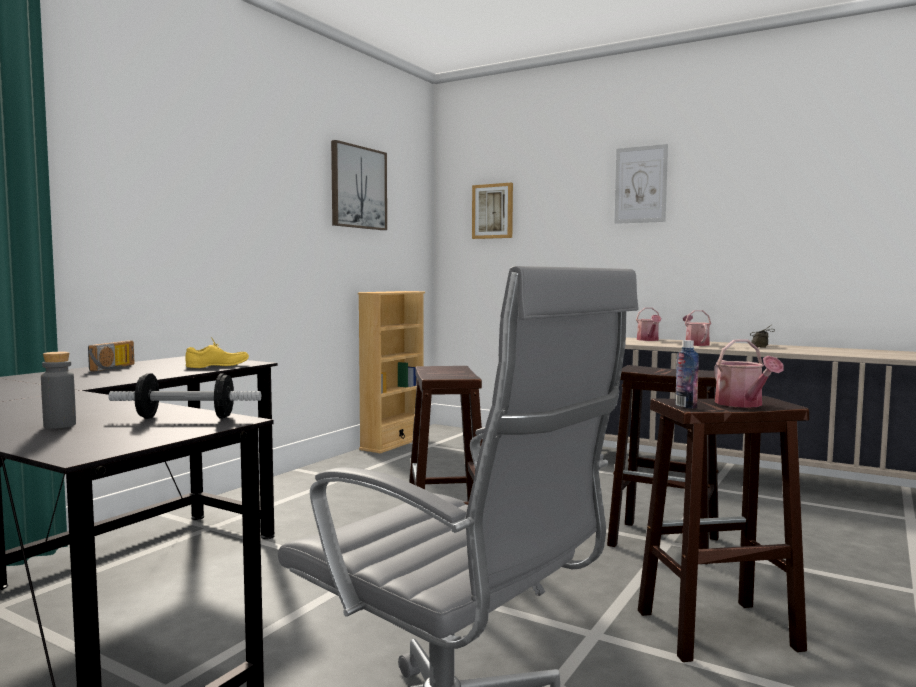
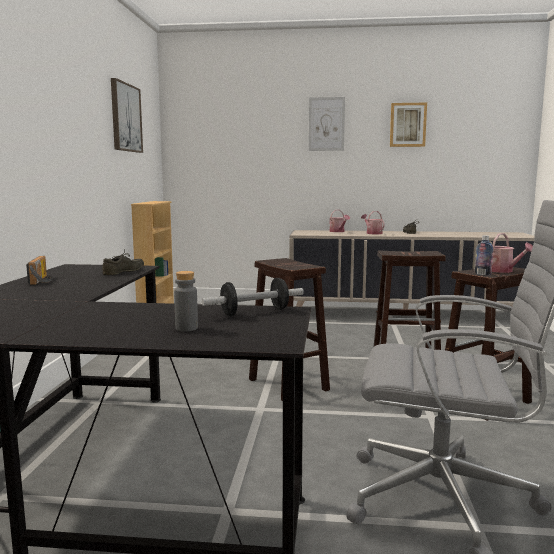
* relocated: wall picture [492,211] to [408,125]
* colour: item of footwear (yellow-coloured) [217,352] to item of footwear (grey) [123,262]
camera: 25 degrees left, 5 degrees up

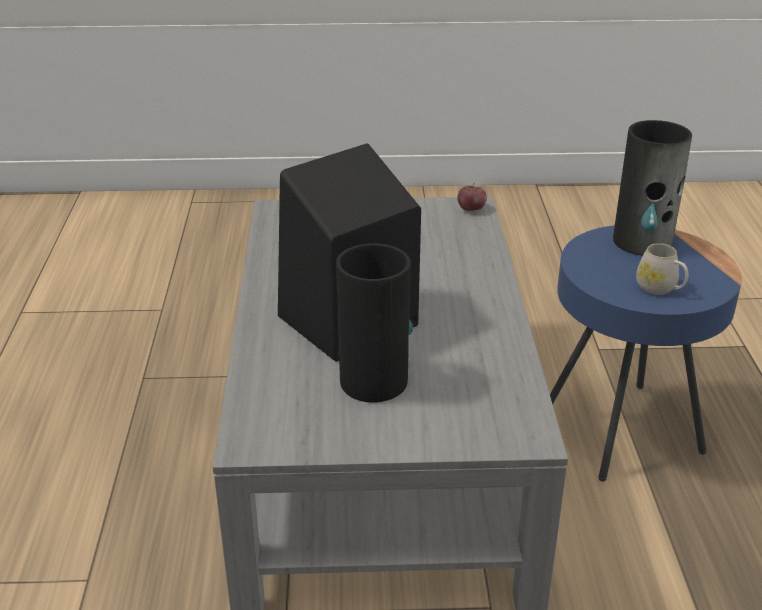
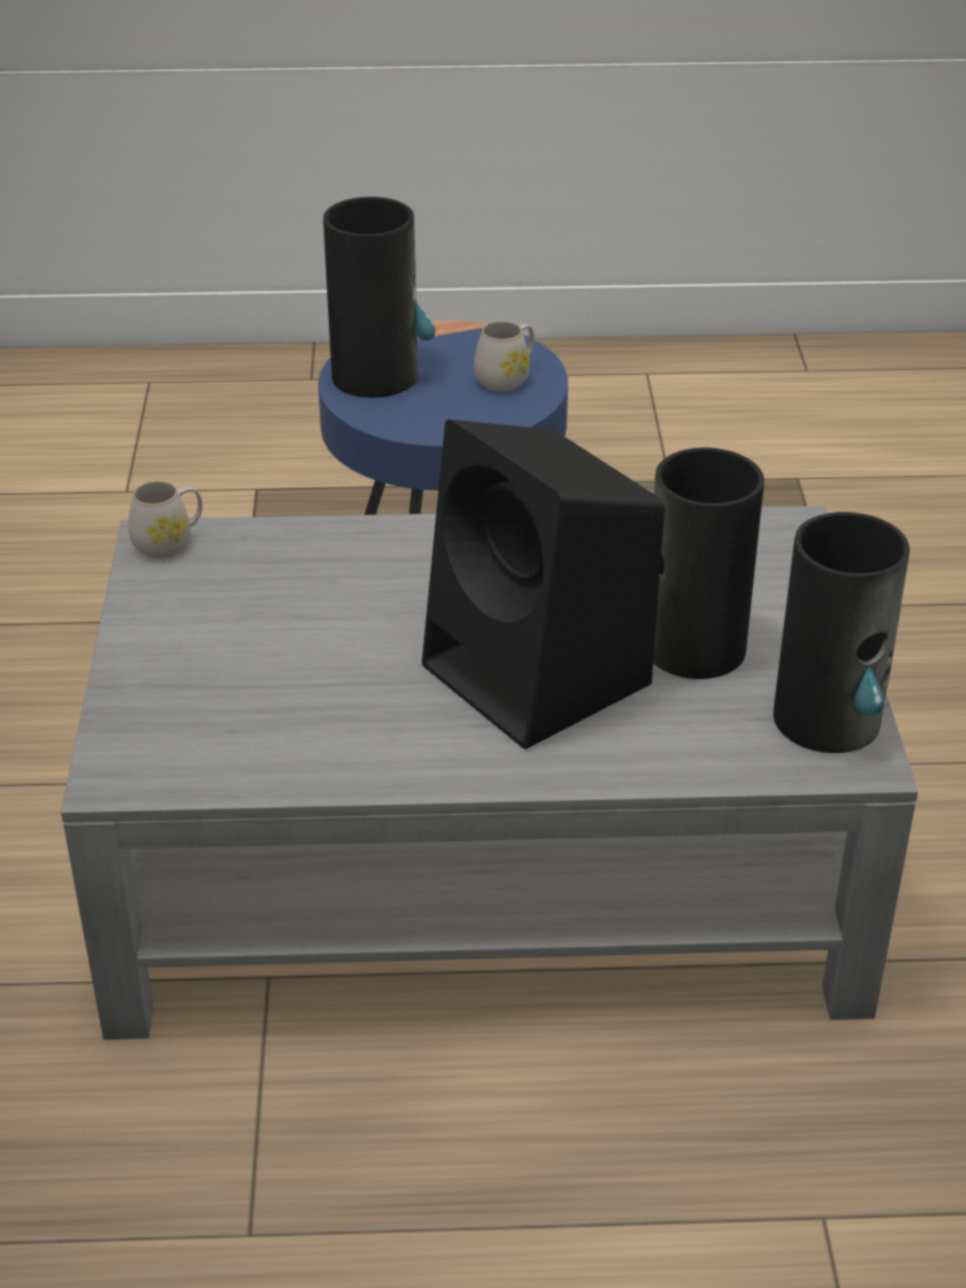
* exchanged: apple [472,197] to coffee mug (white) [165,519]
* appeared: vase [841,632]
camera: 90 degrees left, 5 degrees up

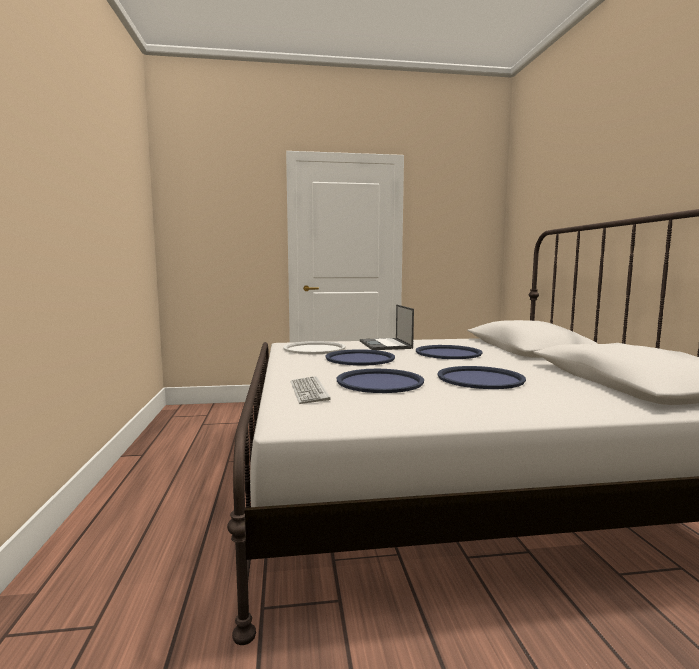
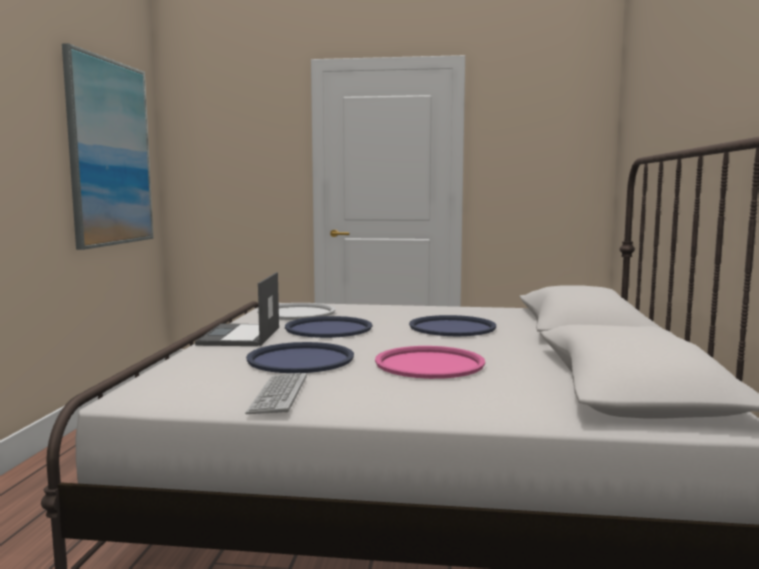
* relocated: laptop [387,327] to [237,309]
* colour: serving tray (bluish) [481,377] to serving tray (pink-coloured) [430,362]
* relocated: keyboard [310,390] to [276,393]
* appeared: wall picture [108,146]
camera: 15 degrees right, 0 degrees up

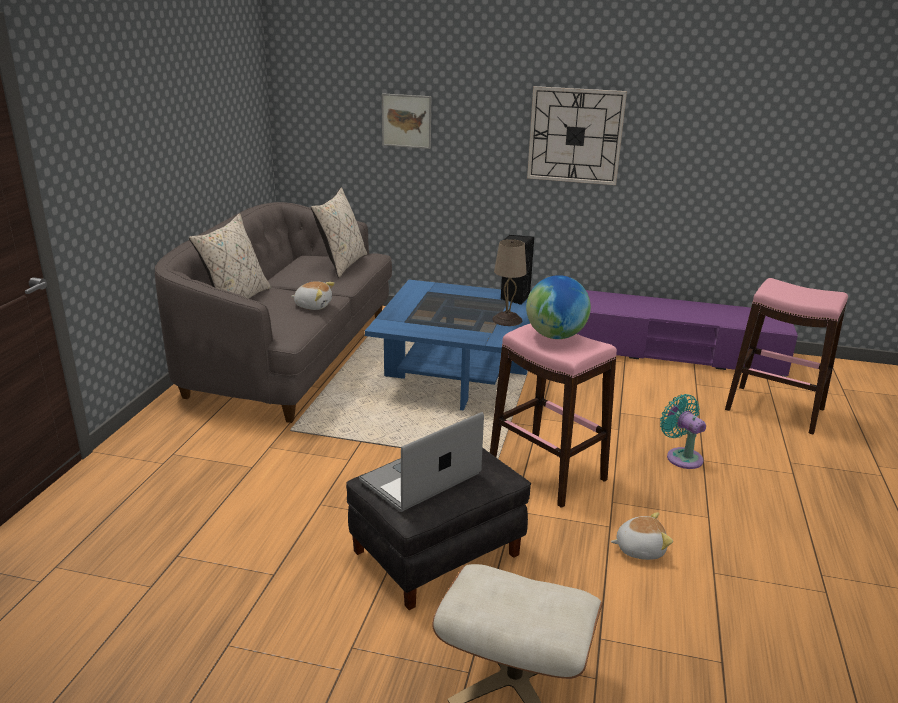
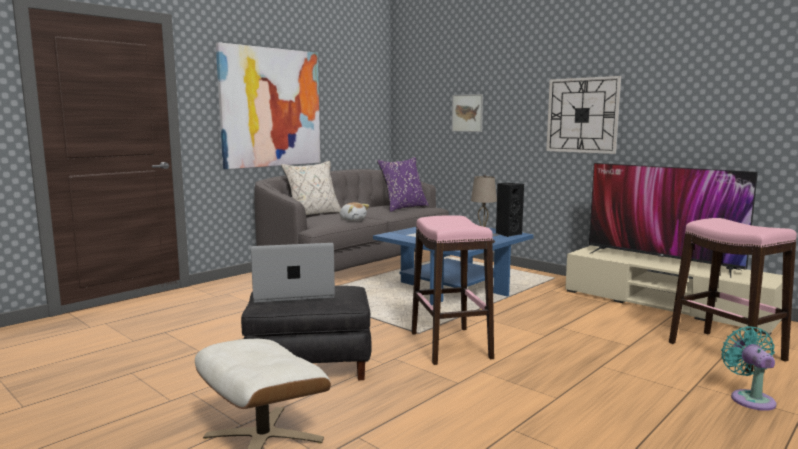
* colour: cushion (beige) [339,232] to cushion (purple-coloured) [403,184]
* missing: world globe [558,307]
* colour: tv unit (purple-coloured) [687,333] to tv unit (beige) [674,290]
* relocated: fan (turquoise) [683,431] to [748,368]
* missing: cuddly toy [642,536]
* appeared: wall picture [268,105]
* appeared: TV set [673,220]
camera: 30 degrees right, 15 degrees down

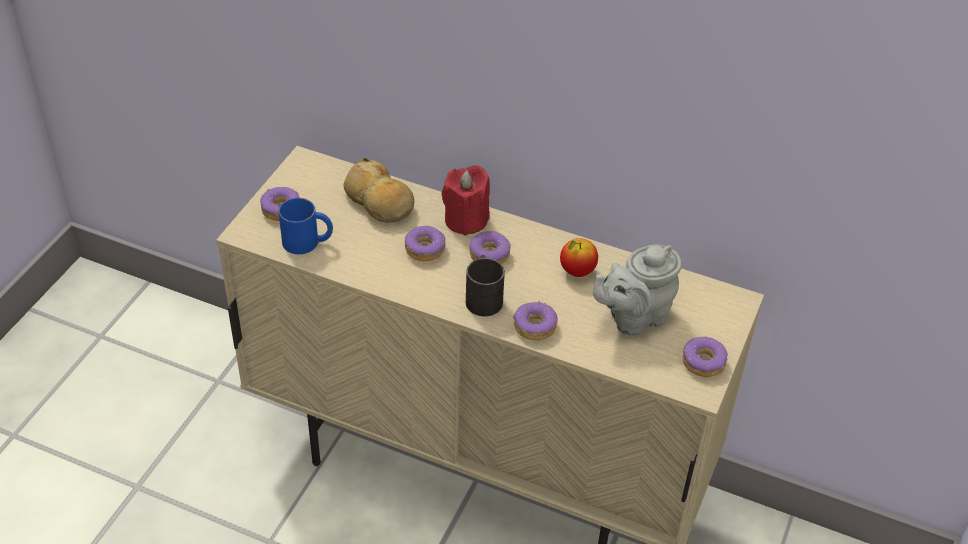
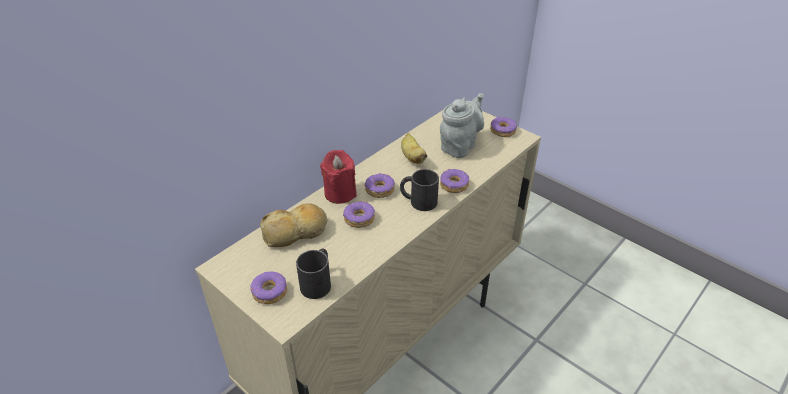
* colour: coffee mug (bluish) [305,226] to coffee mug (blackish) [313,274]
* exchanged: apple [579,257] to banana fruit [414,148]
* spun: tea pot (grey) [637,289] = [462,125] 135 degrees counterclockwise
camera: 70 degrees left, 5 degrees down

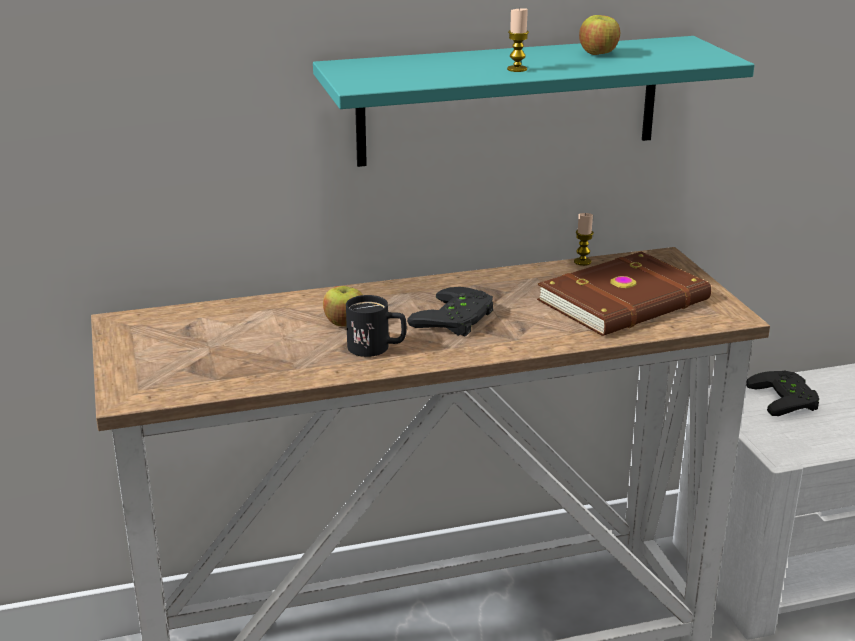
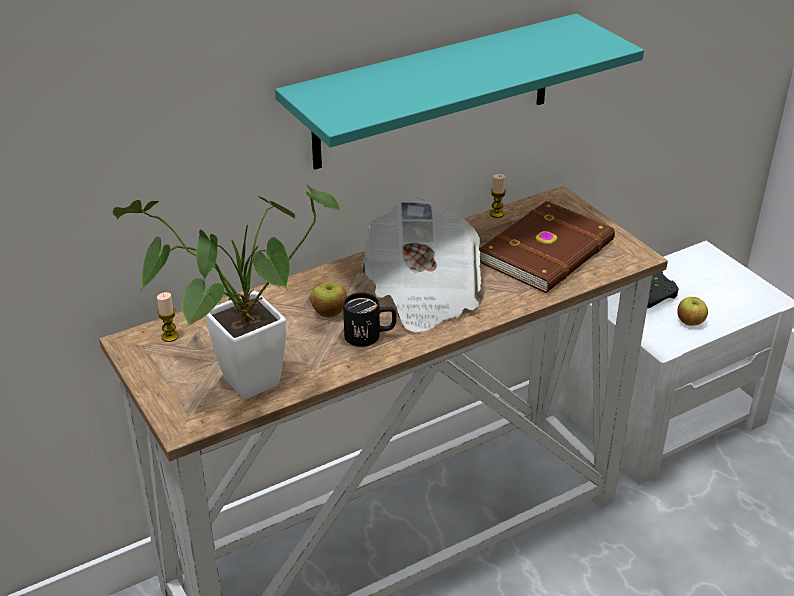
* relocated: wax candle [518,40] to [168,317]
* relocated: apple [599,35] to [692,311]
* exchanged: game controller (blackish) [450,311] to printed paper [421,265]
* appeared: houseplant [226,292]
camera: 15 degrees left, 10 degrees up

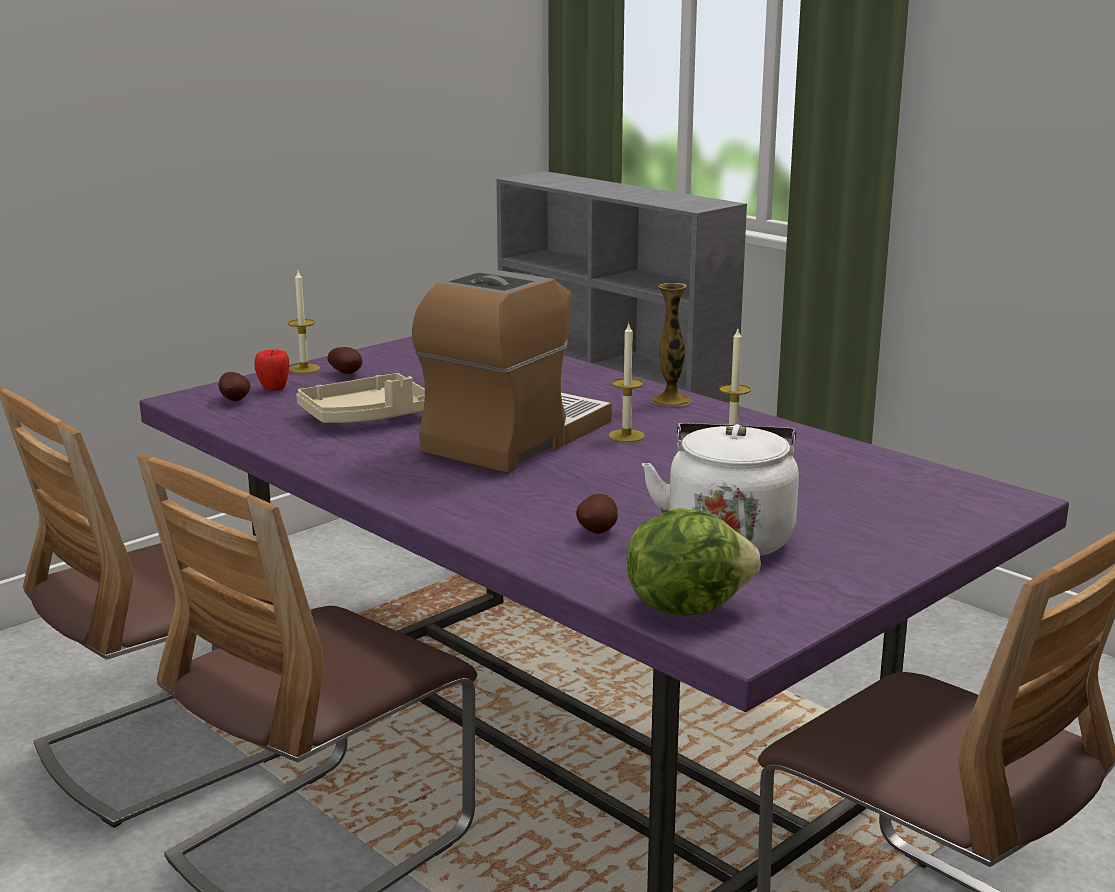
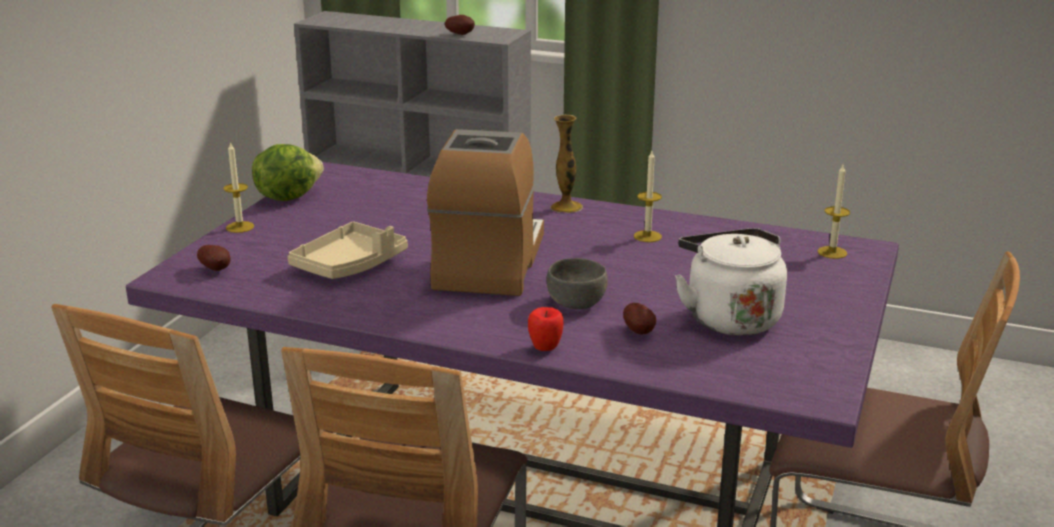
* relocated: wax candle [627,383] to [834,212]
* relocated: spud [344,360] to [460,25]
* relocated: apple [271,370] to [545,329]
* relocated: lettuce head [693,562] to [288,172]
* appeared: serving bowl (grey) [577,283]
camera: 25 degrees left, 5 degrees up

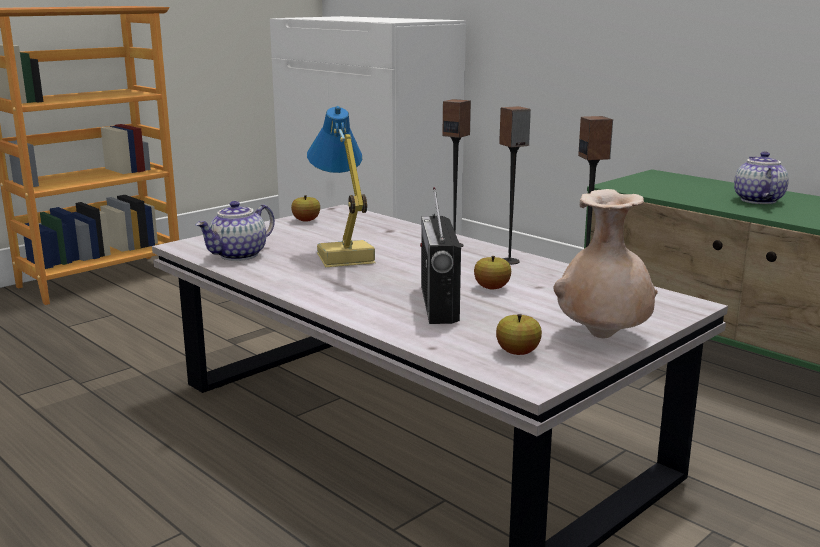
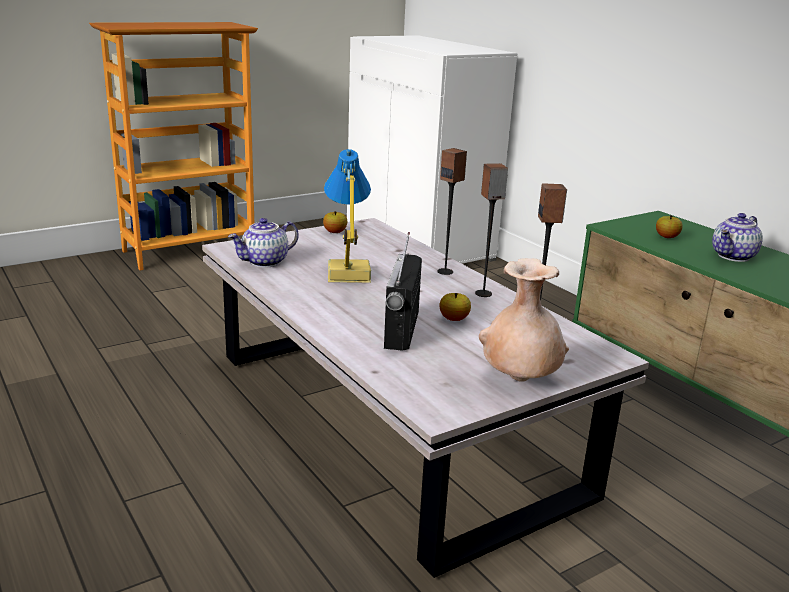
* spun: tea pot [761,177] = [737,237] 150 degrees counterclockwise
* relocated: apple [519,334] to [669,226]
camera: 10 degrees right, 5 degrees up

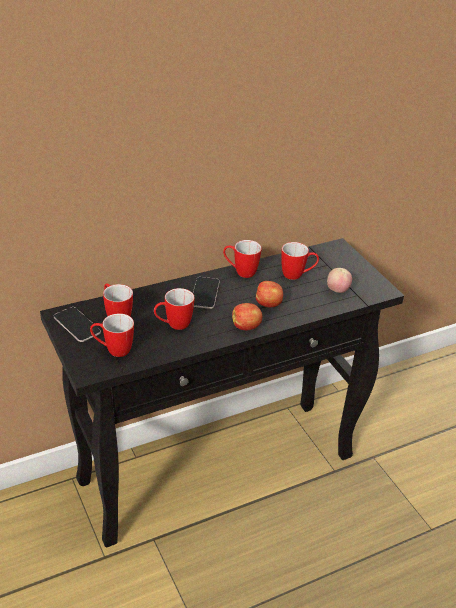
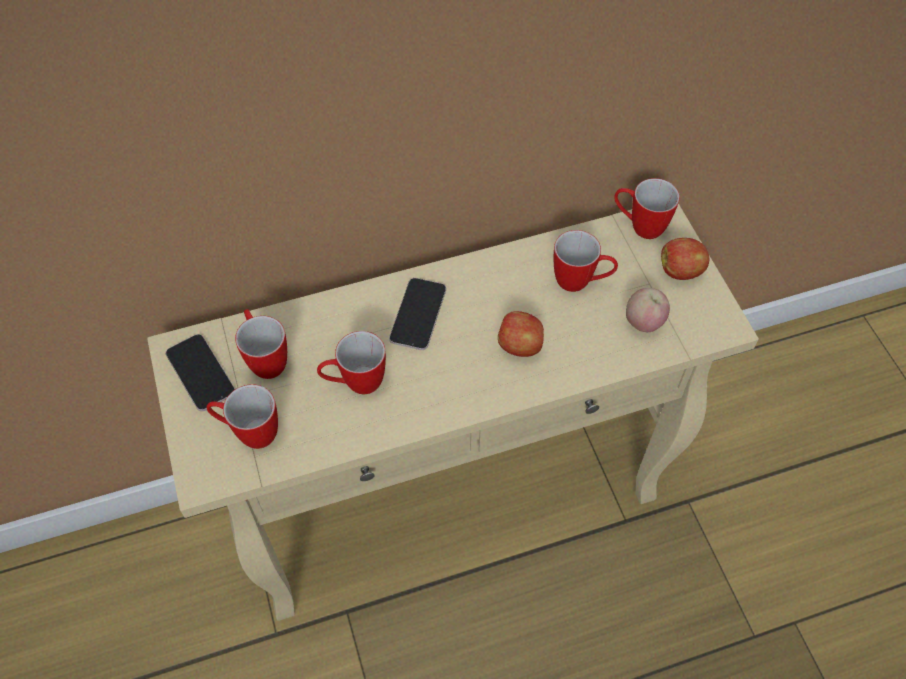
* colour: hall table (blackish) [222,392] to hall table (beige) [453,412]
* relocated: coffee mug [242,259] to [647,208]
* relocated: apple [247,316] to [685,259]
camera: 10 degrees right, 20 degrees up

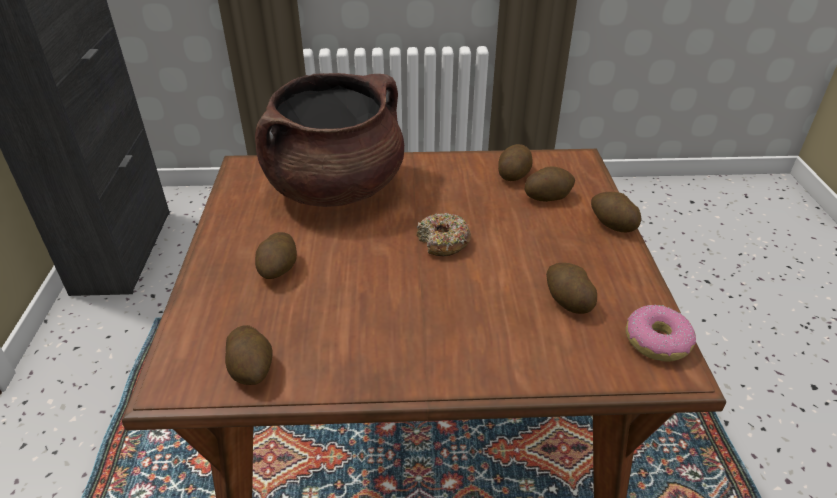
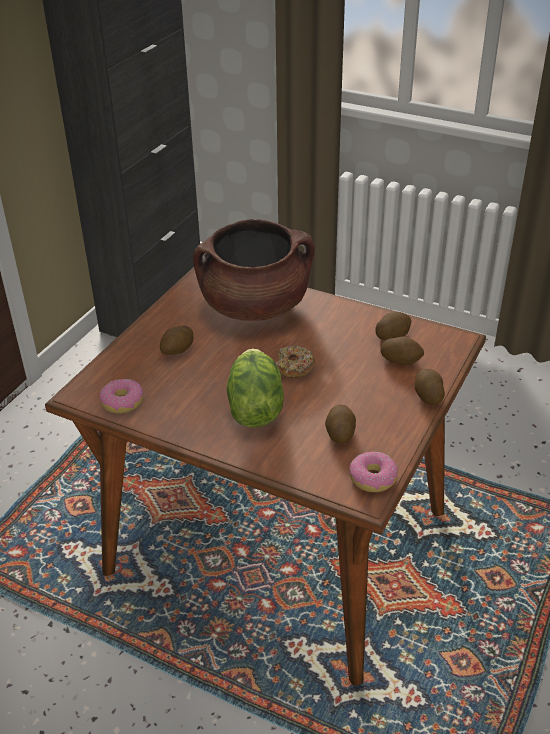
* exchanged: spud [249,355] to donut [121,396]
* appeared: lettuce head [255,388]
camera: 30 degrees right, 0 degrees up

